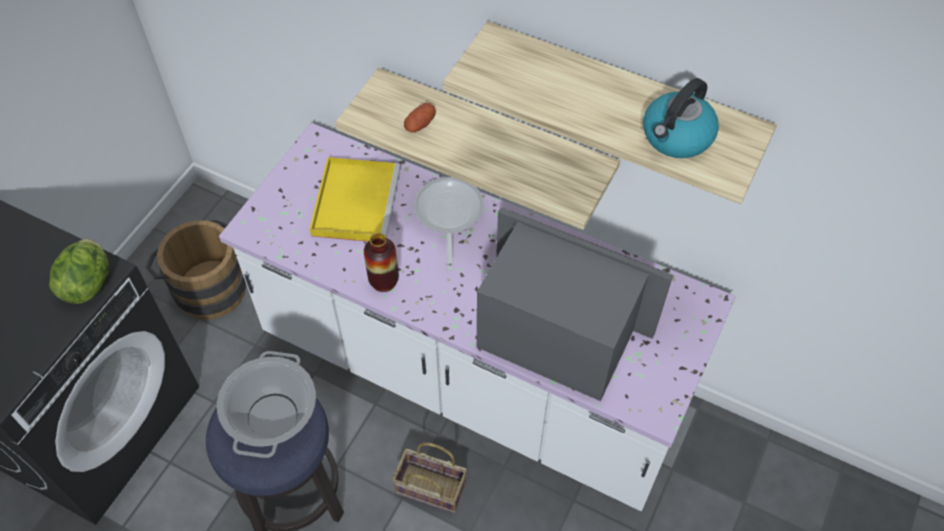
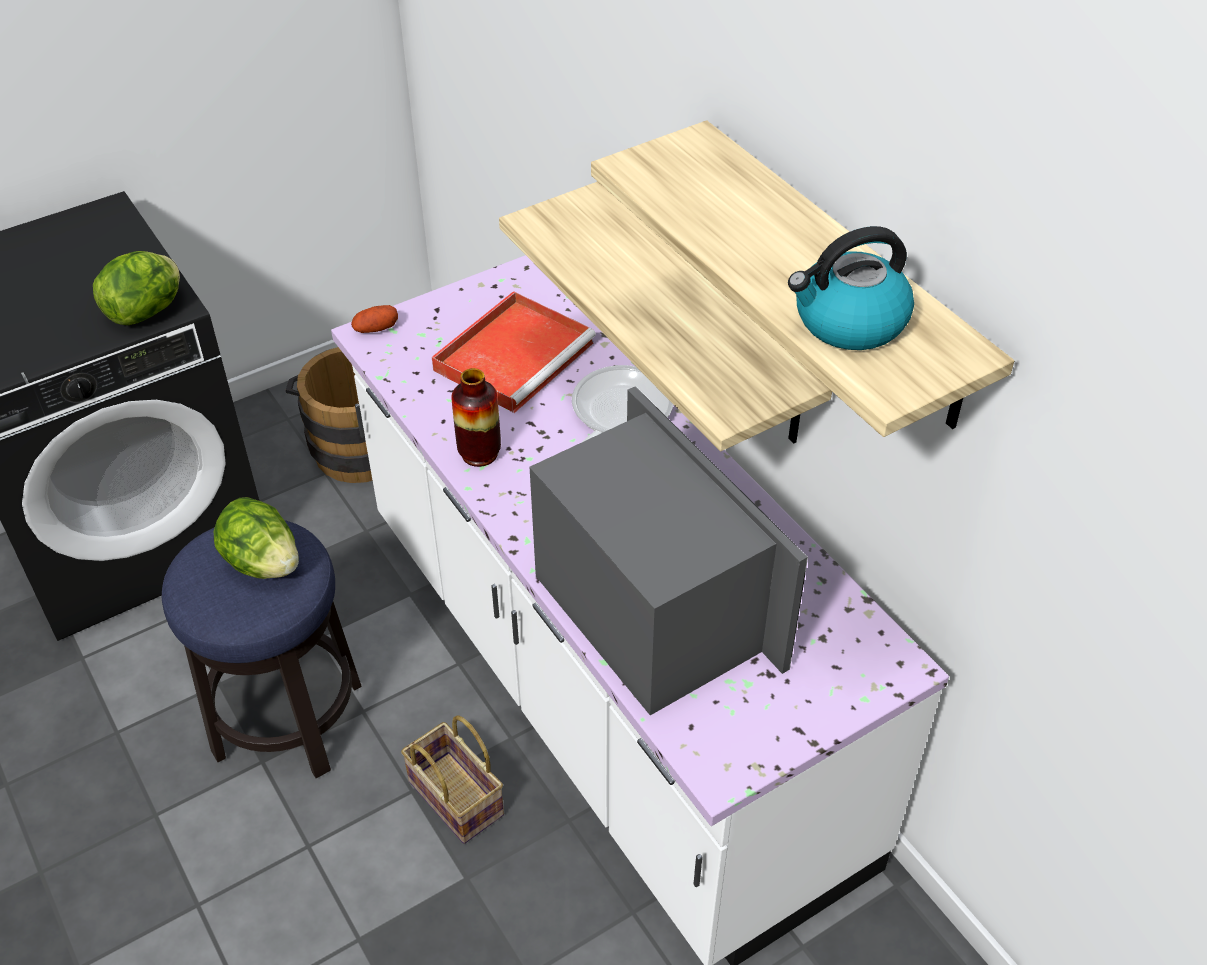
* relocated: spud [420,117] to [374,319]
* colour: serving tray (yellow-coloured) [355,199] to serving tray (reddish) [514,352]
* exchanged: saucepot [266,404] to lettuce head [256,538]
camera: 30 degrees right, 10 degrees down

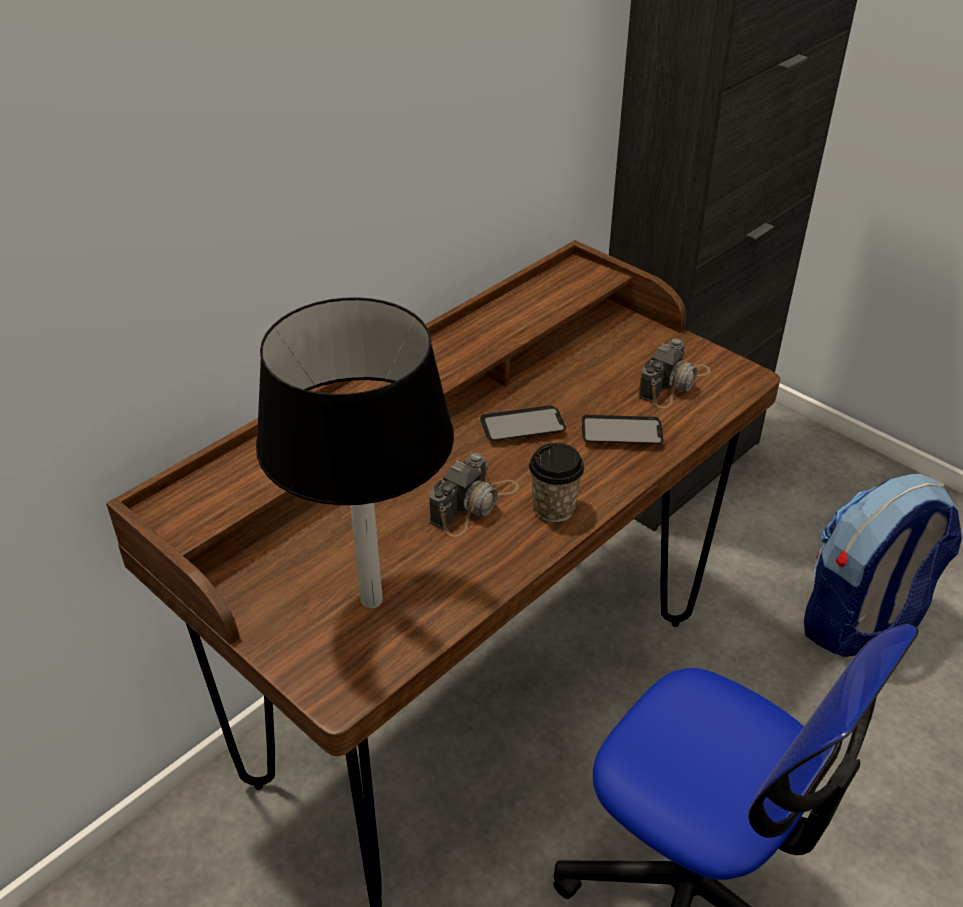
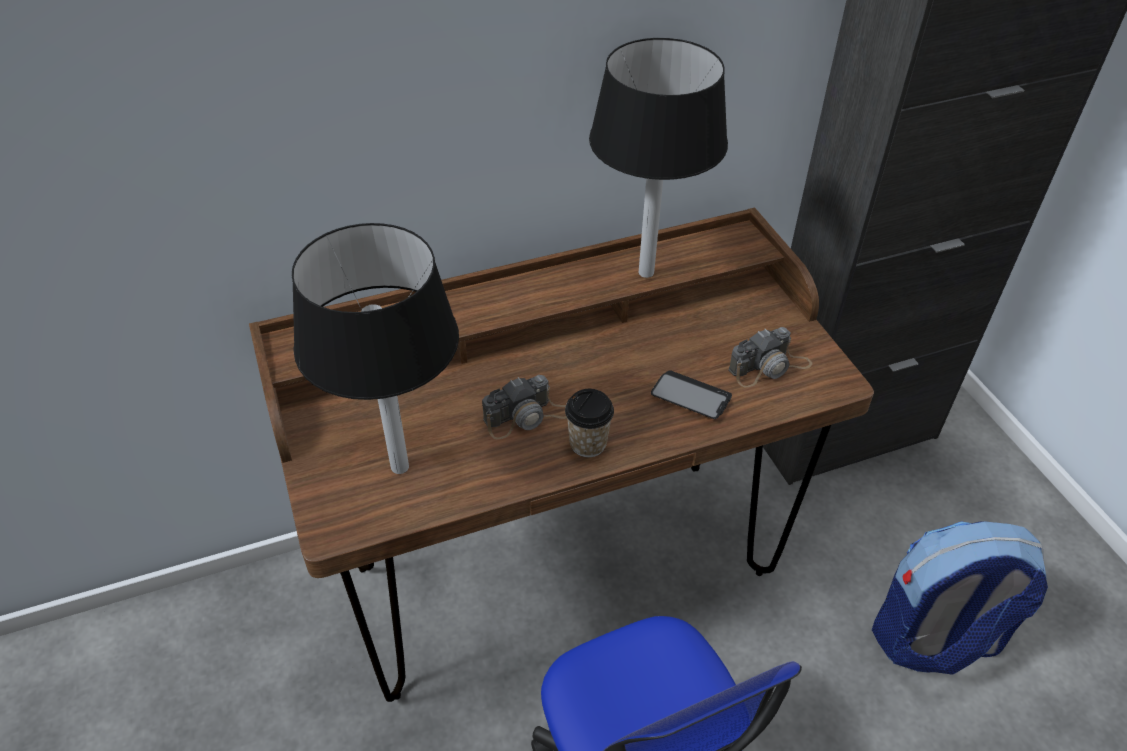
* missing: handset [523,423]
* appeared: table lamp (blackish) [658,158]
camera: 25 degrees right, 5 degrees up

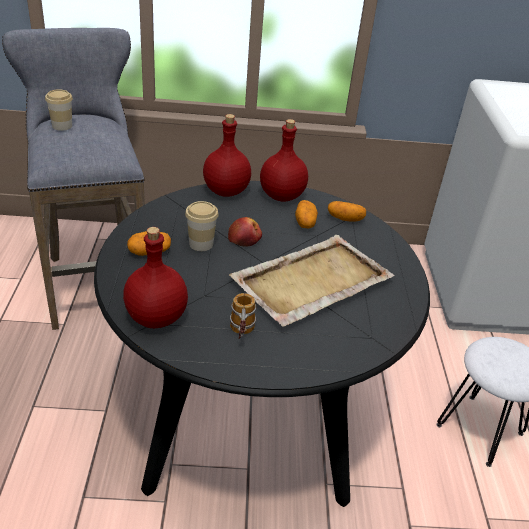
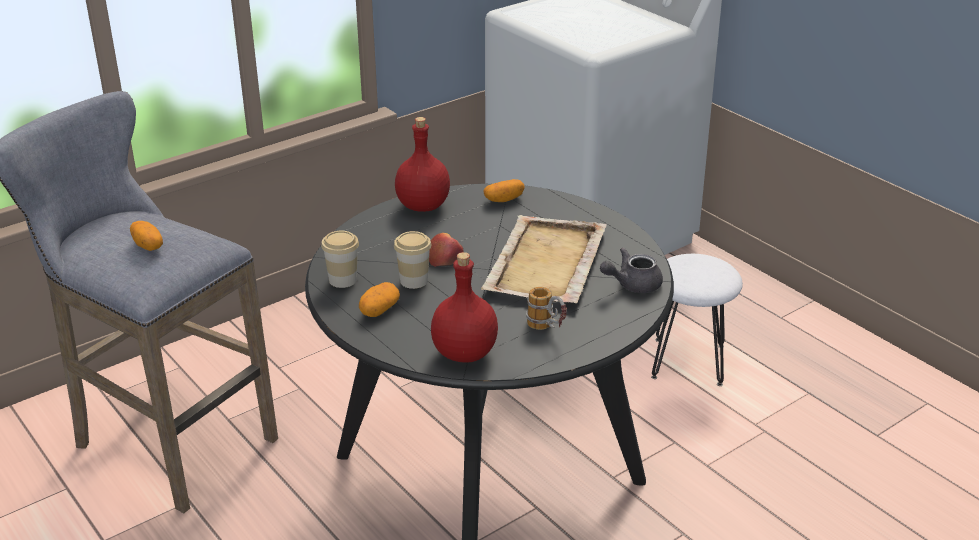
* relocated: small cup [59,110] to [340,259]
* missing: drink bottle (reddish) [227,155]
* relocated: spud [306,214] to [146,236]
* appeared: tea pot (grey) [631,270]
camera: 35 degrees left, 5 degrees down

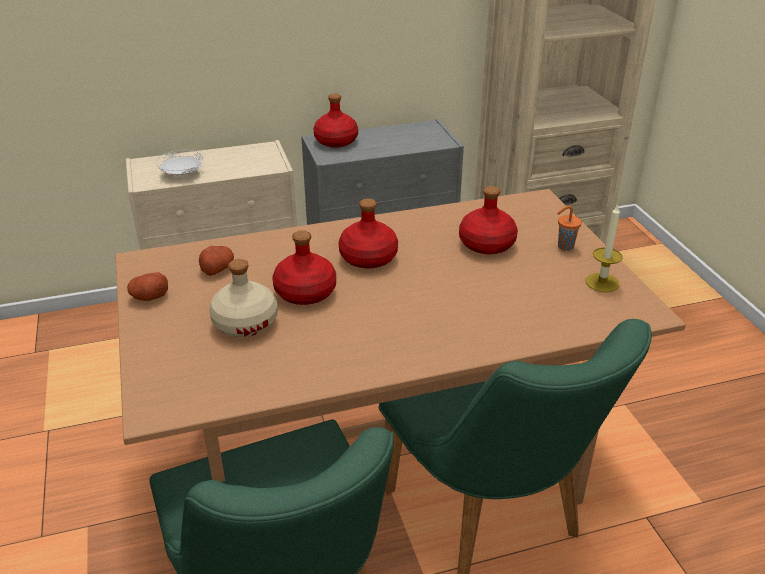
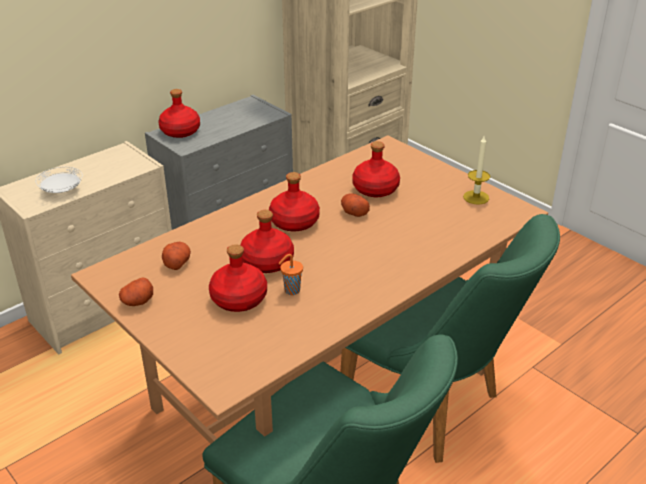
* relocated: small cup (orangey) [569,228] to [290,274]
* colour: drink bottle (beige) [243,298] to drink bottle (reddish) [238,278]
* appeared: spud [355,205]
camera: 25 degrees left, 0 degrees up

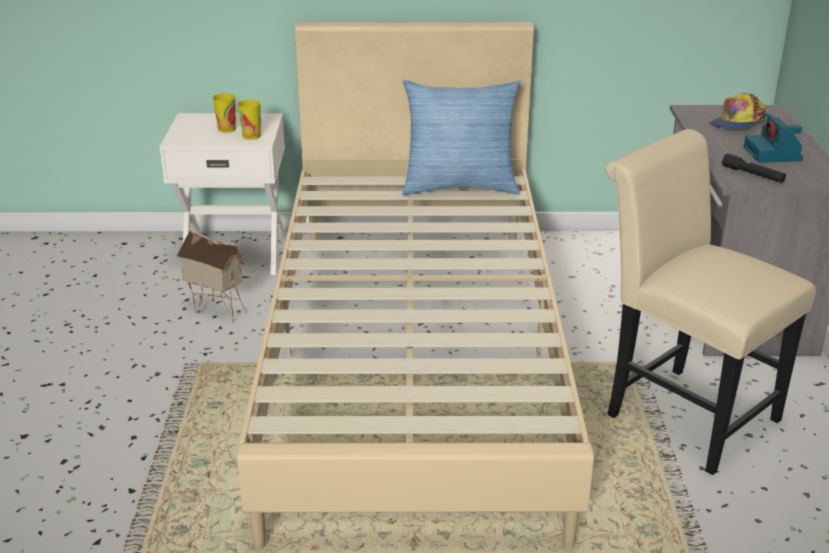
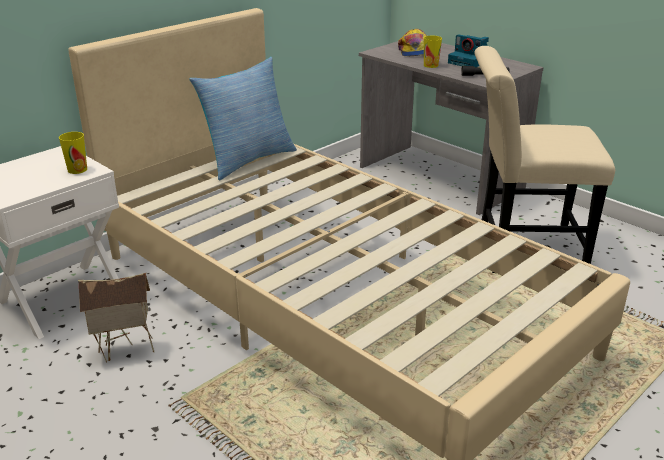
* relocated: small cup [224,113] to [433,52]
camera: 45 degrees left, 0 degrees up

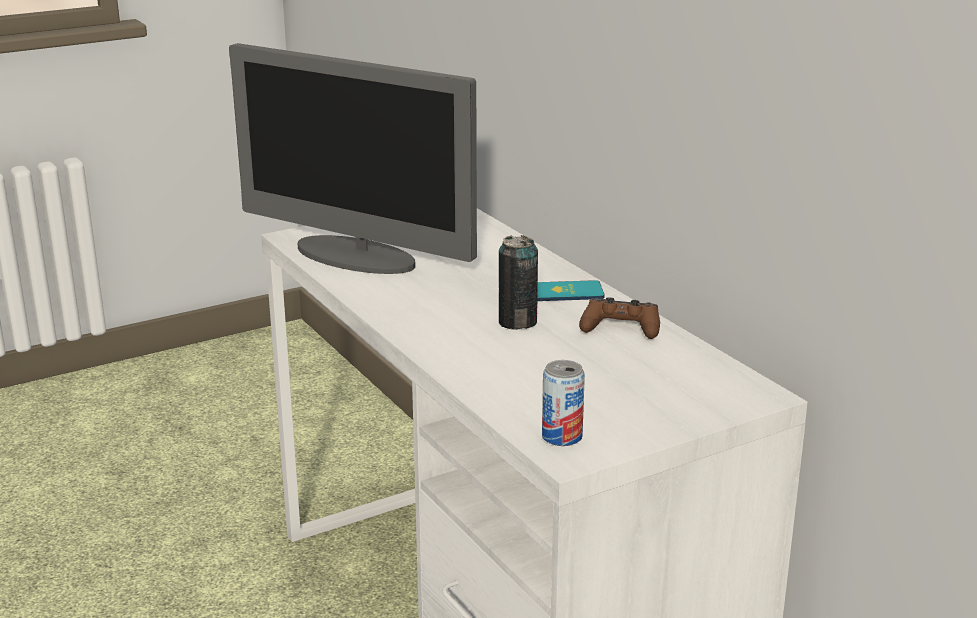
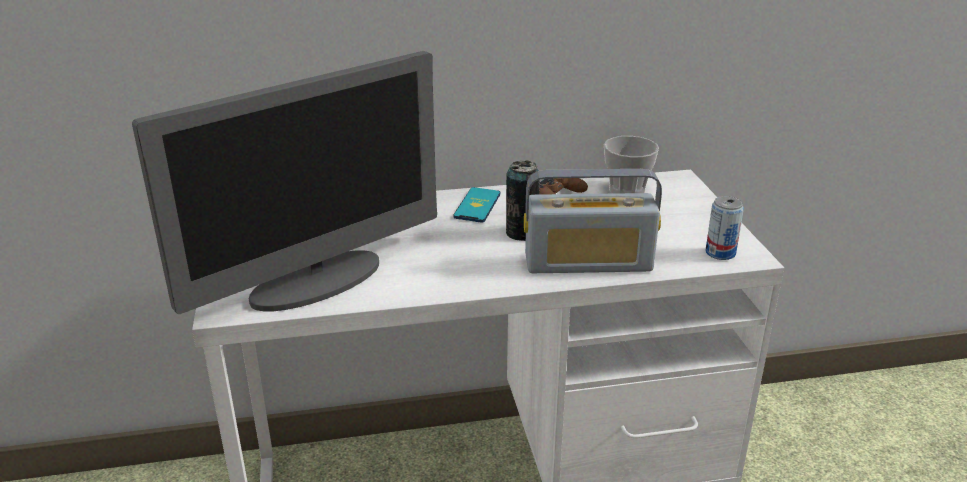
* appeared: small cup [631,165]
* appeared: radio set [593,221]
camera: 70 degrees left, 5 degrees up

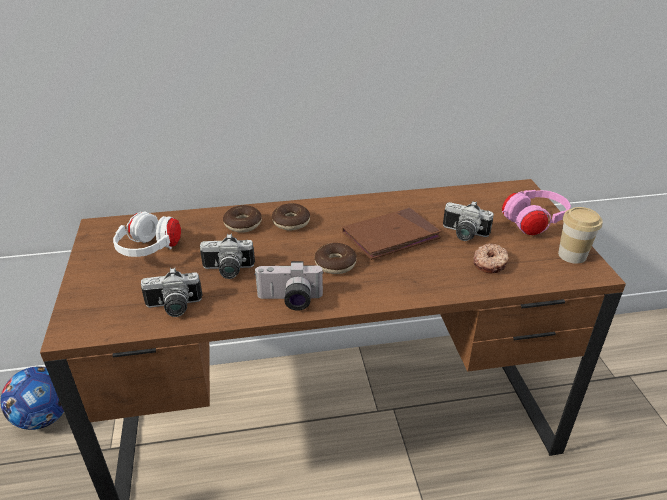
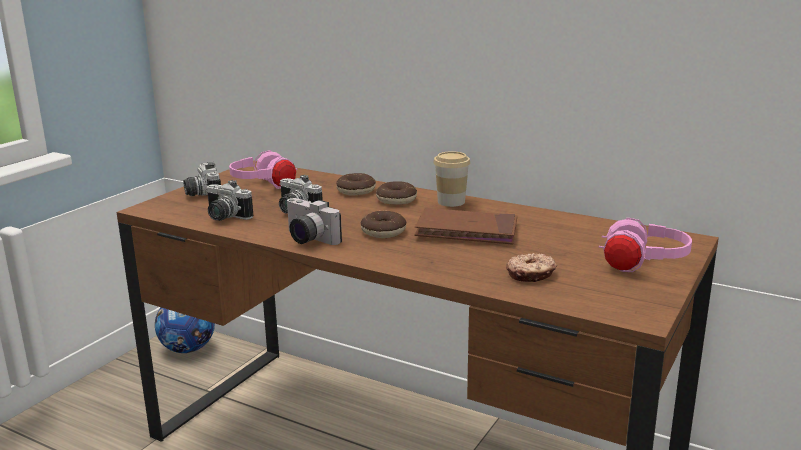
* relocated: still camera [468,221] to [202,179]
* relocated: small cup [580,235] to [451,179]
* colour: headset (white) [147,234] to headset (pink-coloured) [263,169]
camera: 40 degrees right, 15 degrees down

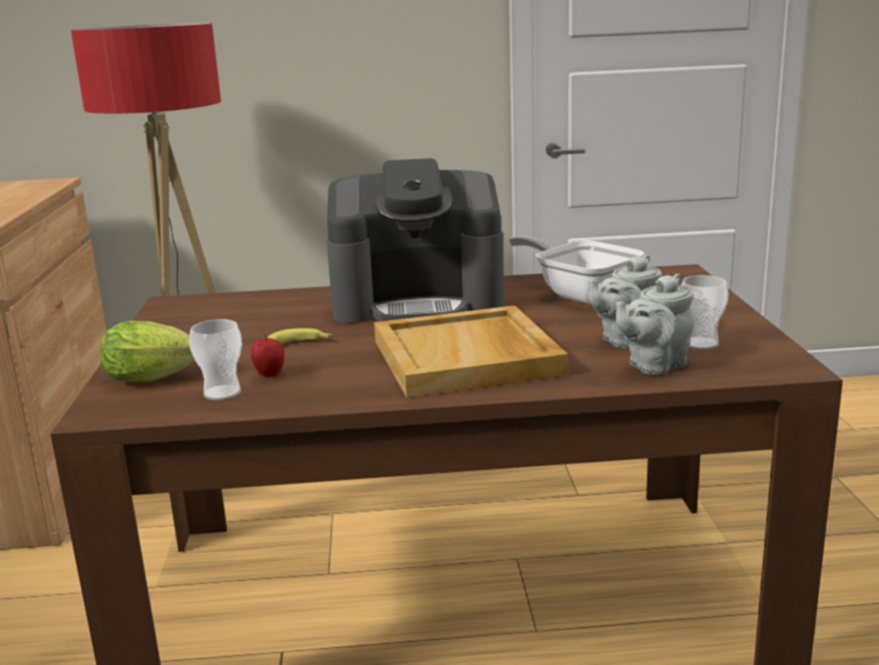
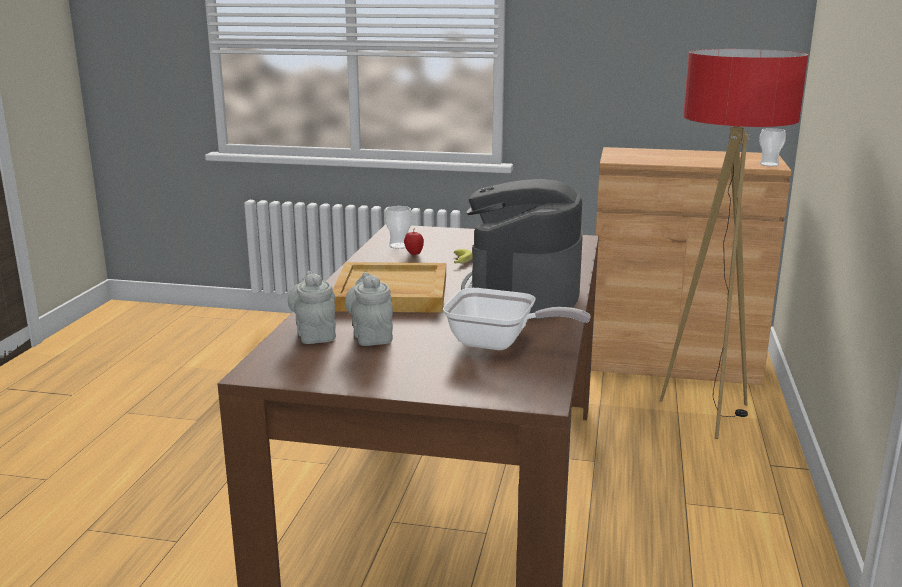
* spun: pan [576,269] = [517,319] 45 degrees clockwise
* relocated: small cup [705,312] to [772,147]
* missing: lettuce head [147,351]
camera: 105 degrees right, 0 degrees up

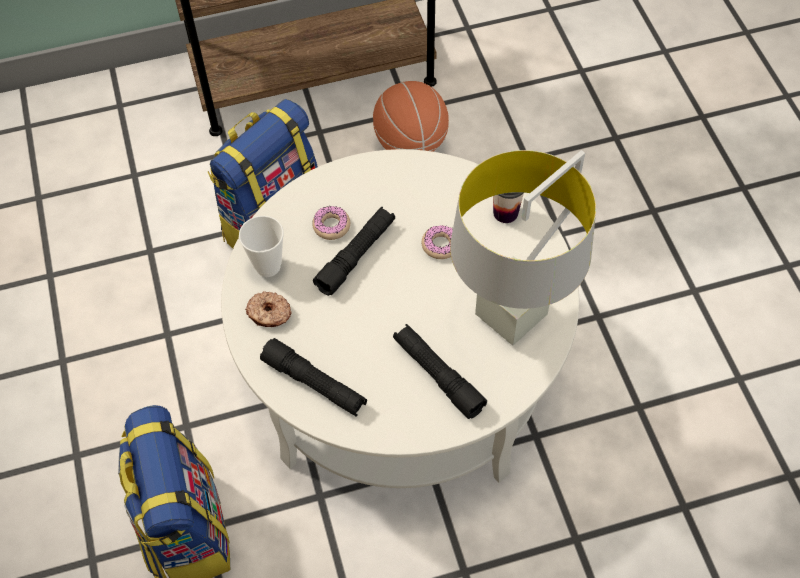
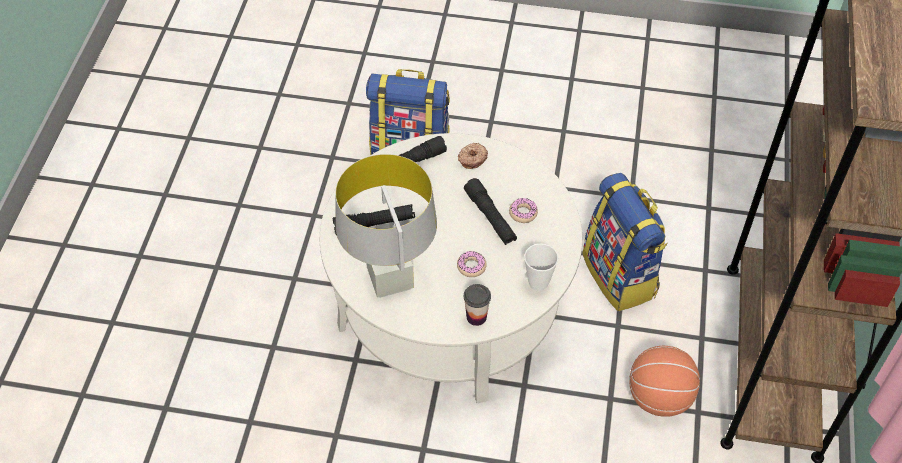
* relocated: small cup [261,246] to [541,267]
camera: 115 degrees right, 5 degrees down

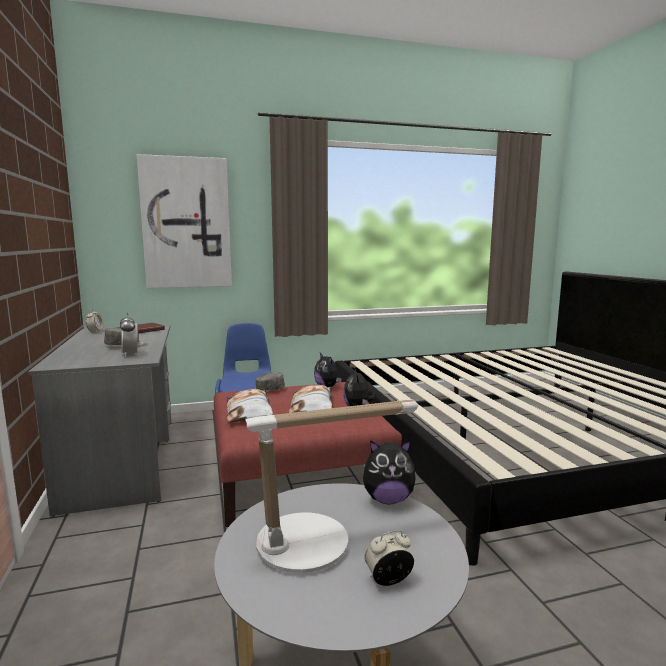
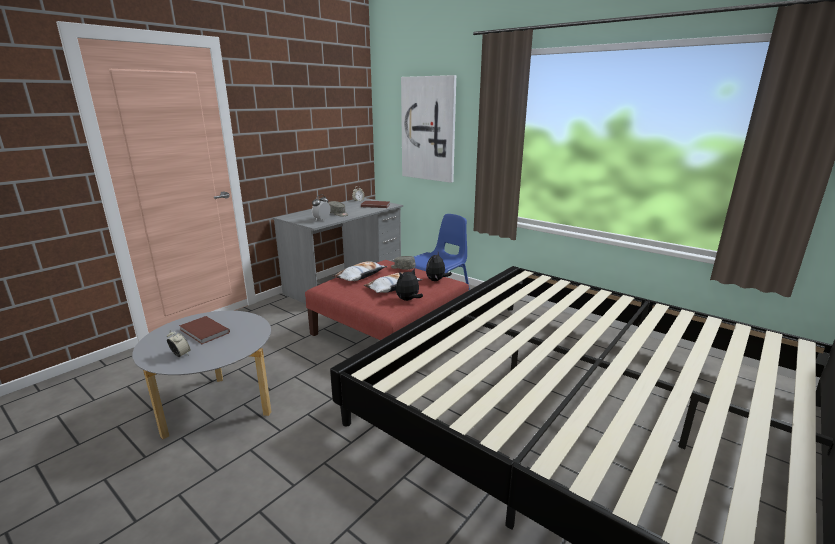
* exchanged: table lamp [331,486] to volume (brown-coloured) [204,330]
* missing: cuddly toy [389,472]
camera: 55 degrees right, 10 degrees up

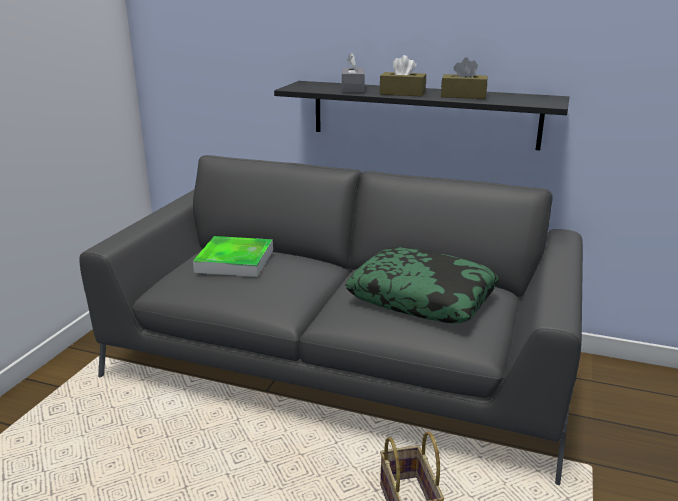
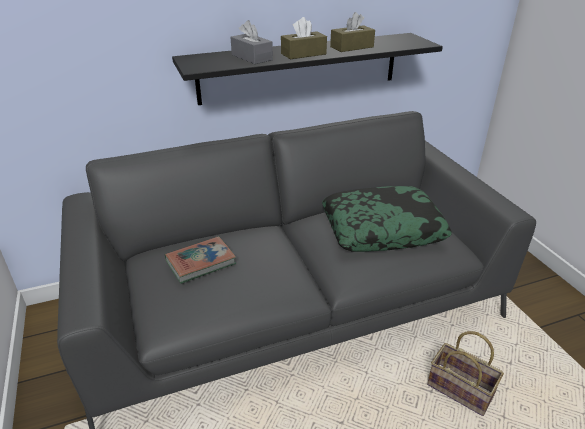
* exchanged: serving tray [233,256] to volume [200,260]
camera: 40 degrees left, 10 degrees up

